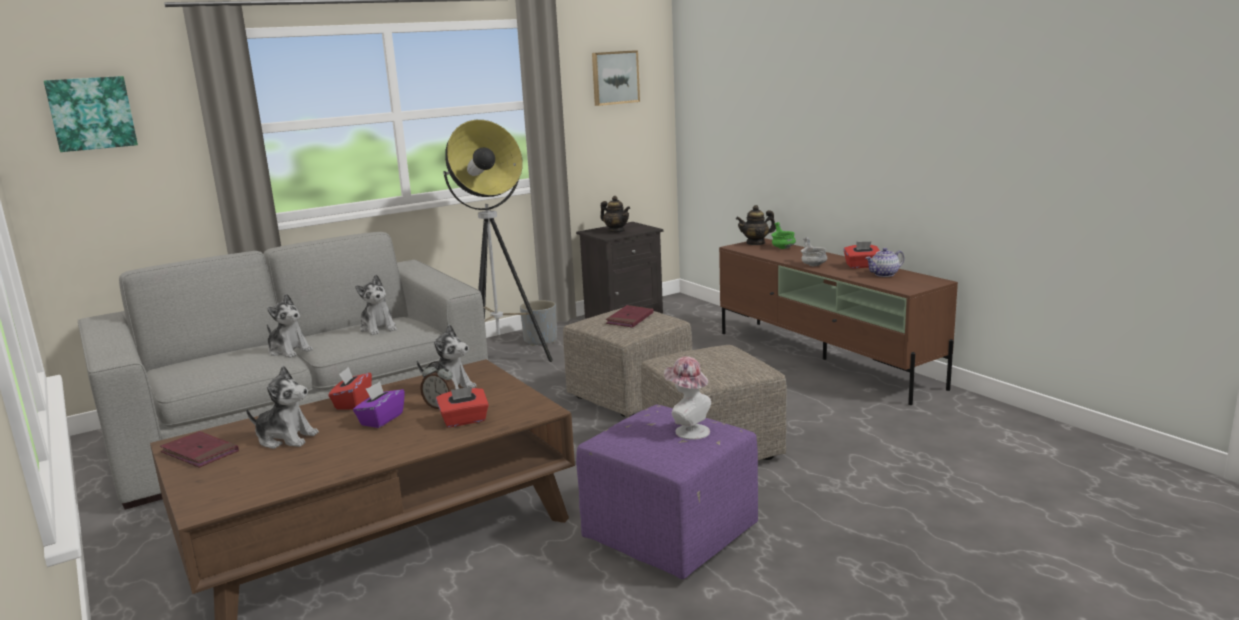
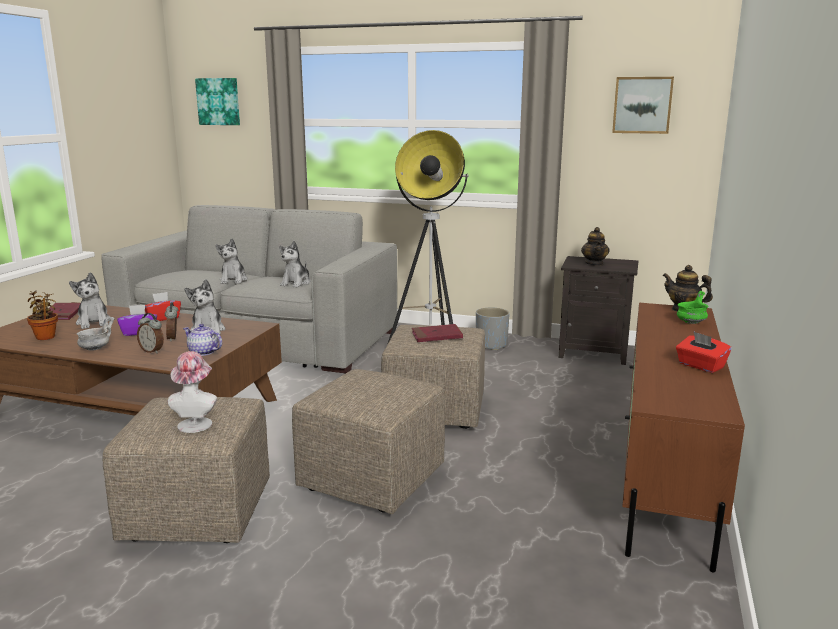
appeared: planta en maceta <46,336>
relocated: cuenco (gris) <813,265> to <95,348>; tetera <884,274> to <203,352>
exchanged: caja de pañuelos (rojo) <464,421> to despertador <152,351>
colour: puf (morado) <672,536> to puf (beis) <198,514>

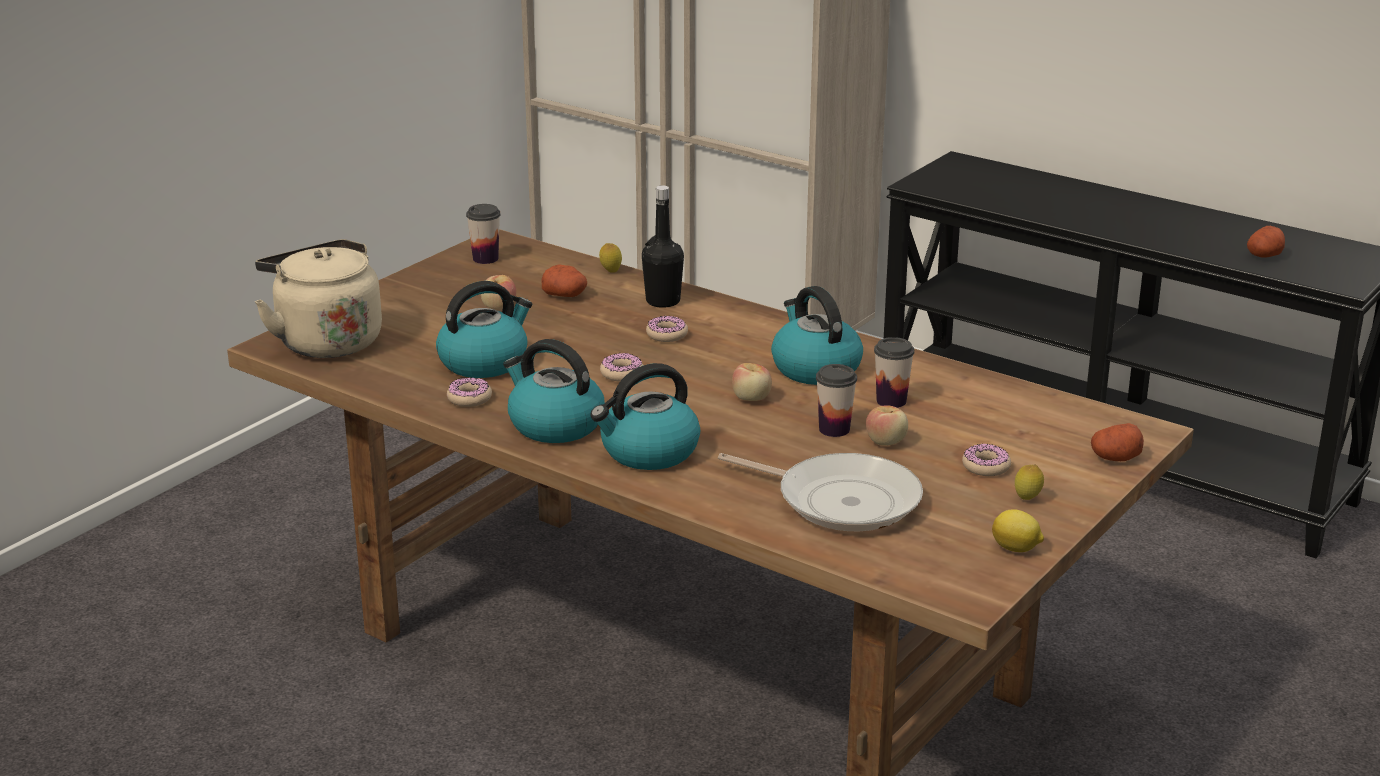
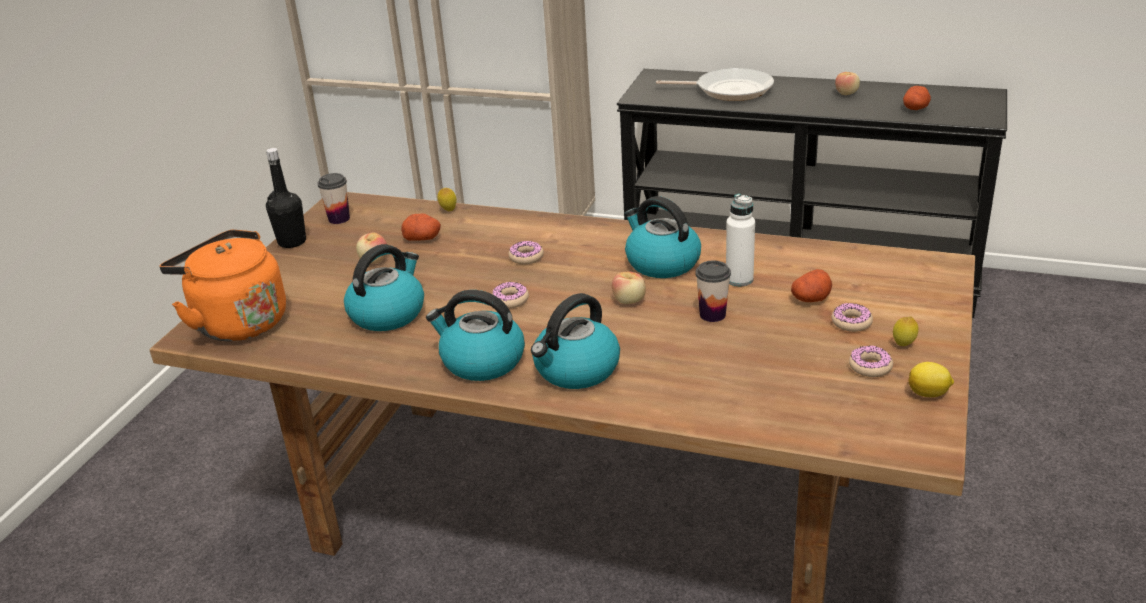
relocated: rosquilla <469,398> to <870,367>; botella (negro) <663,301> to <292,242>; sartén <841,500> to <729,90>; manzana <886,442> to <846,93>; patata <1115,458> to <811,299>
exchanged: taza <891,401> to botella (blanco) <739,279>
colour: hervidor (beis) <325,340> to hervidor (naranja) <237,322>

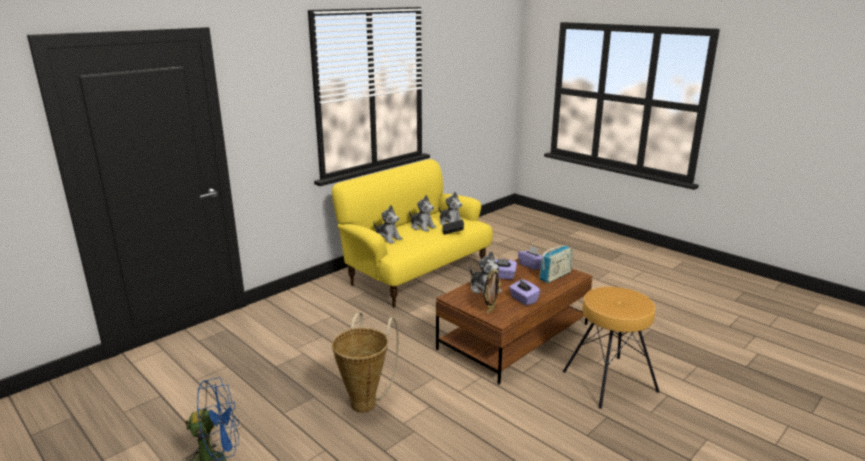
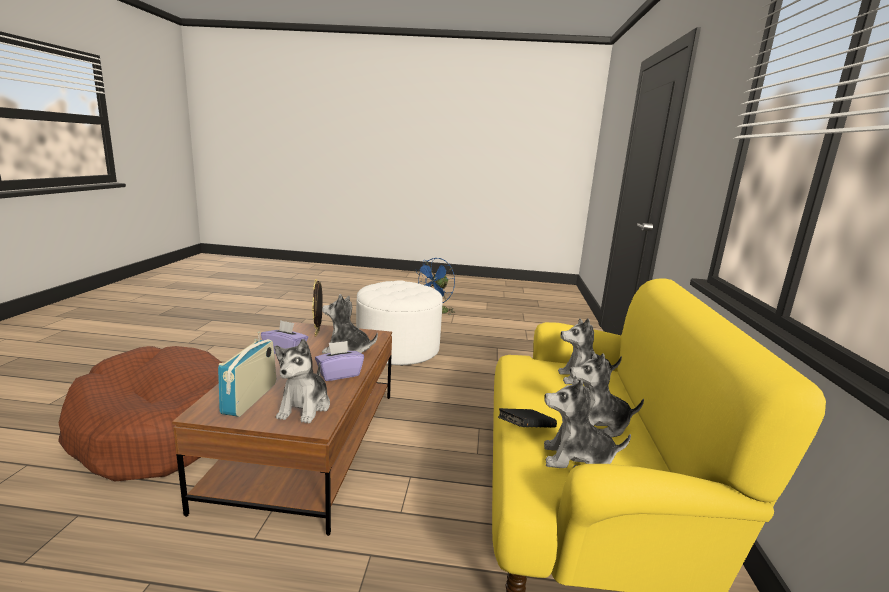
exchanged: cesta <366,401> to puf (blanco) <398,349>; caja de pañuelos (morado) <531,265> to peluche <305,407>; taburete (marrón) <609,381> to cama para perro (marrón) <156,428>

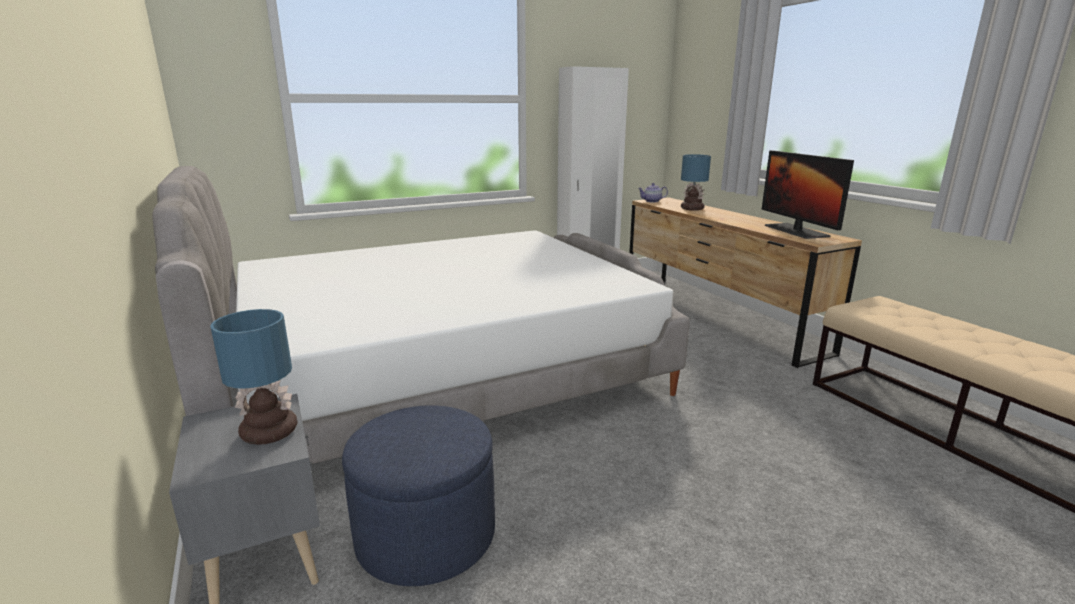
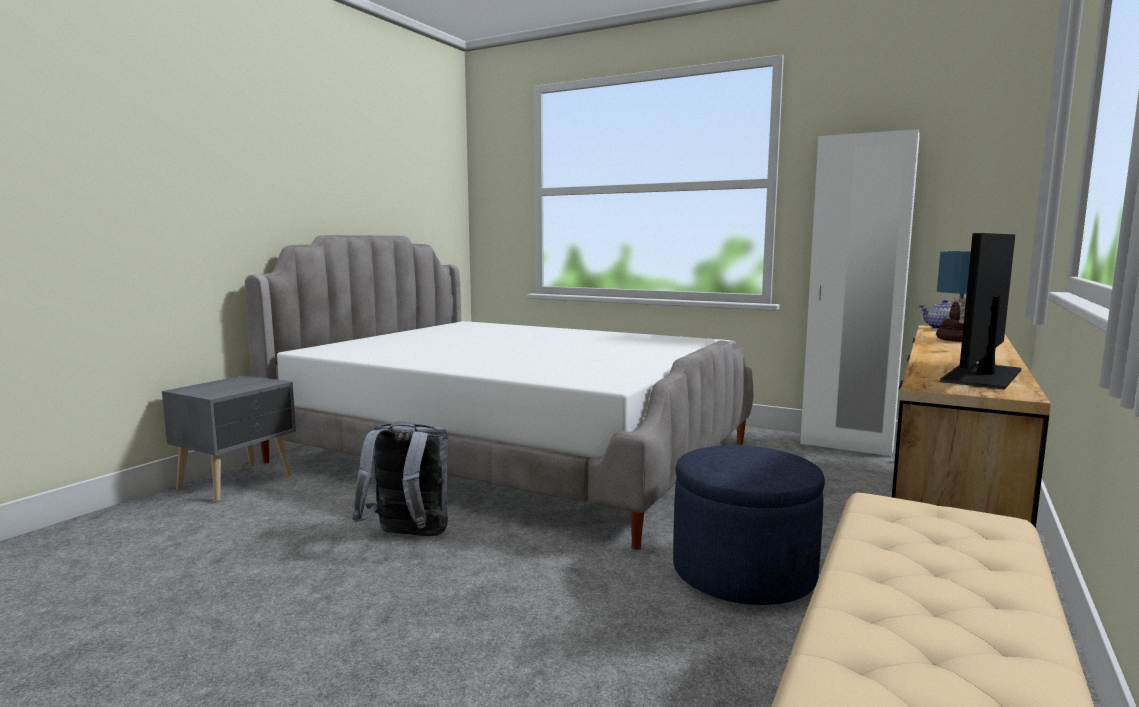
missing: lámpara de mesa <267,433>
appeared: mochila (gris) <408,537>
relocated: puf (azul) <426,535> to <743,573>

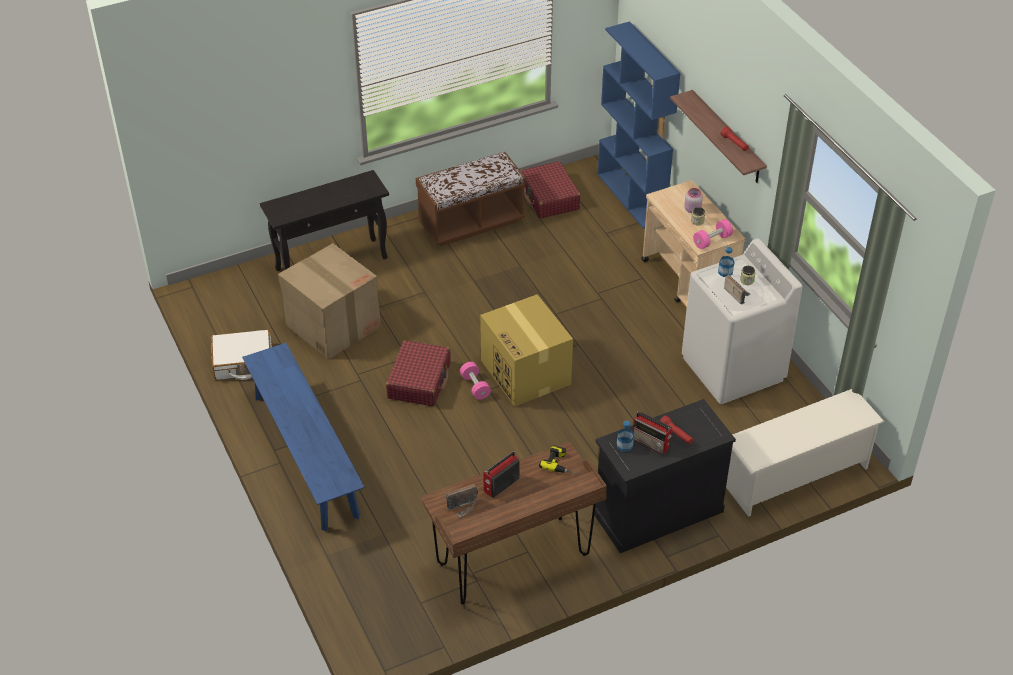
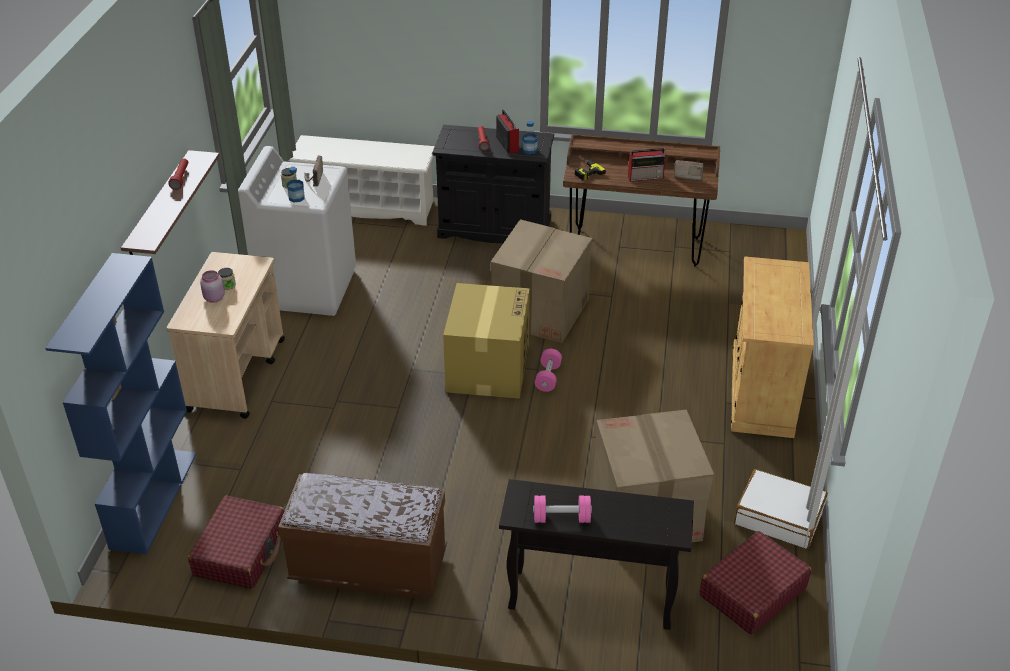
appeared: caja de cartón <541,310>
relocated: maleta (rojo) <419,381> to <752,592>; mancuerna (rosa) <712,241> to <561,518>
exchanged: banco (azul) <305,455> to armario (beis) <761,391>

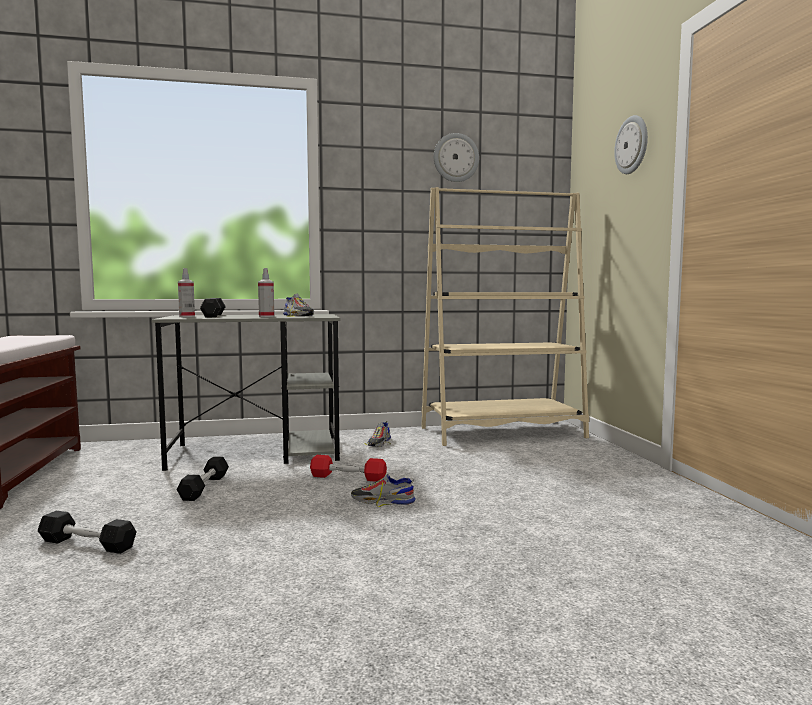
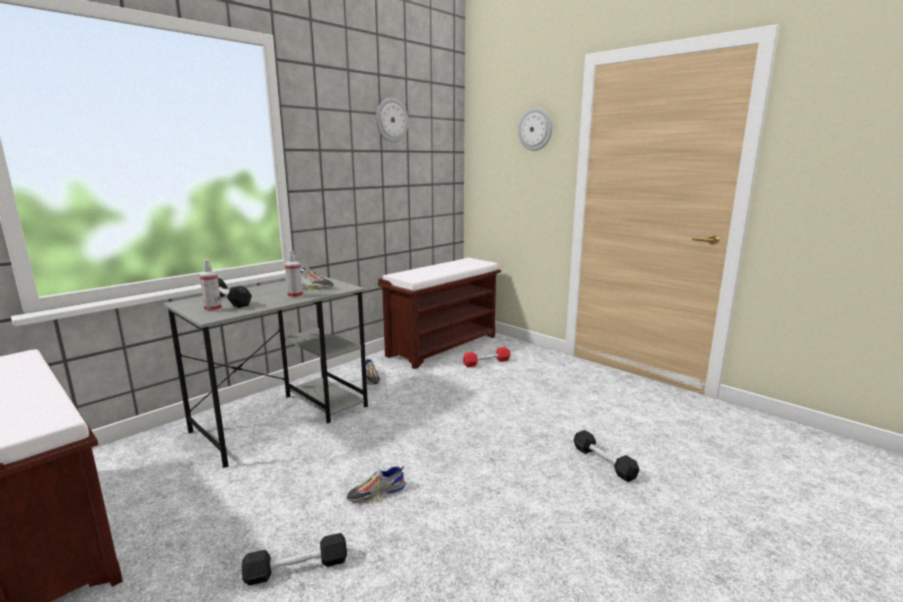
relocated: mancuerna (negro) <204,487> to <603,462>; mancuerna (rojo) <348,477> to <486,362>; zapato <382,500> to <376,493>
exchanged: estantería (beis) <502,433> to banco (marrón) <443,345>

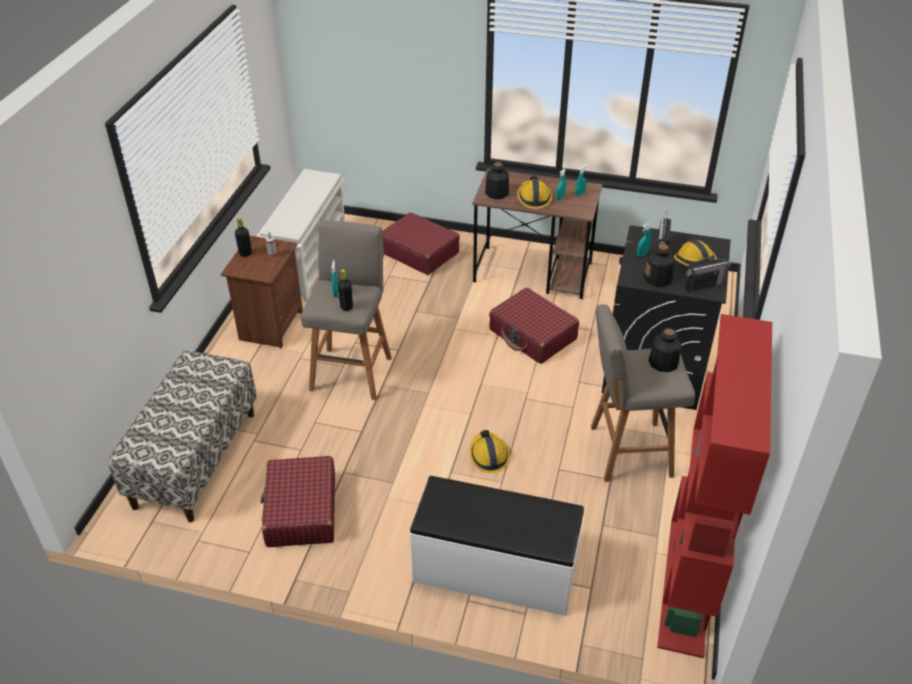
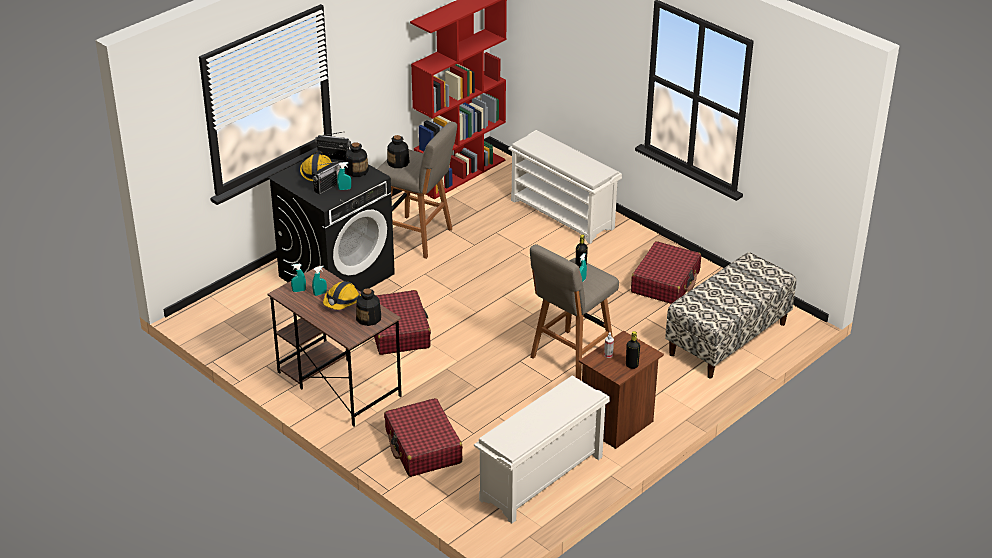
missing: casco <488,455>
exchanged: banco (blanco) <495,571> to zapatero (blanco) <563,214>

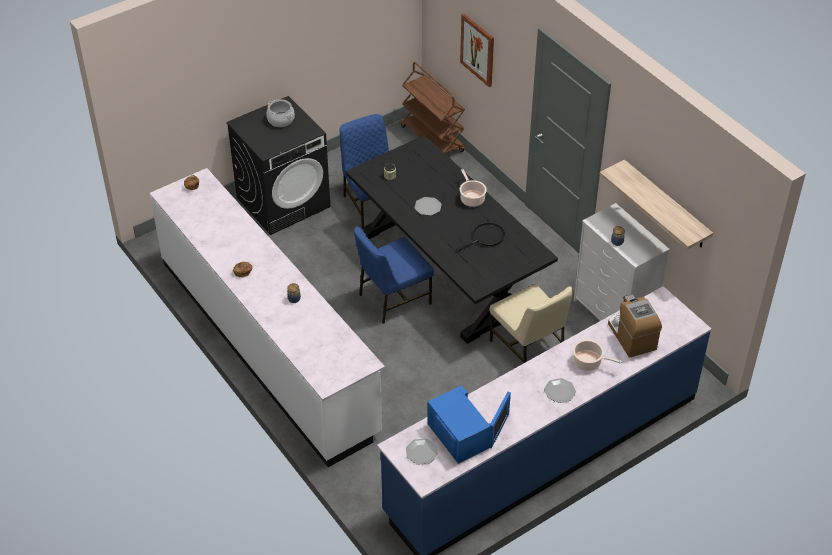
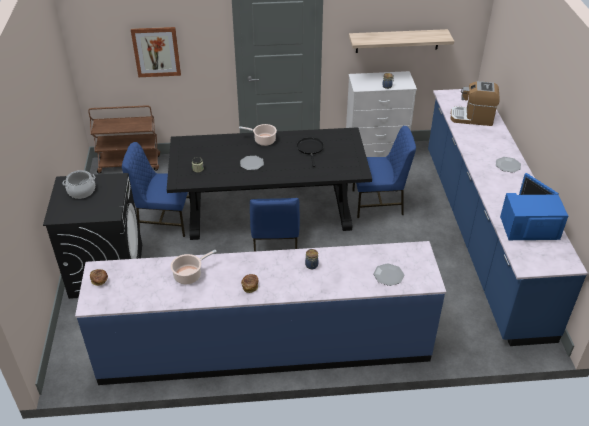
relocated: plato <421,452> to <388,275>; olla <589,362> to <189,275>
colour: mueble bajo de cocina (blanco) <268,345> to mueble bajo de cocina (azul) <265,346>; silla (beis) <528,348> to silla (azul) <378,203>

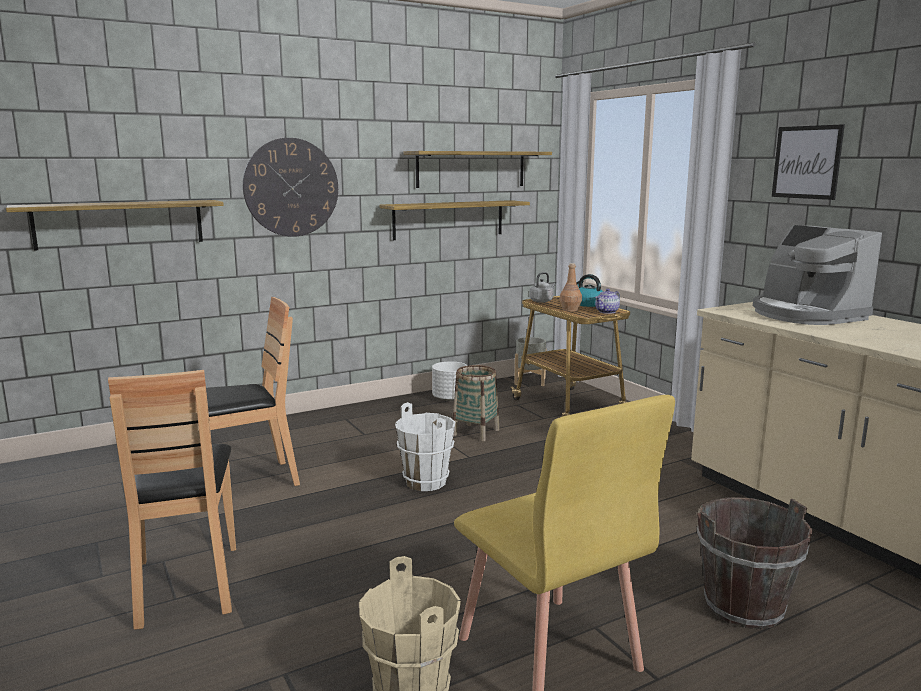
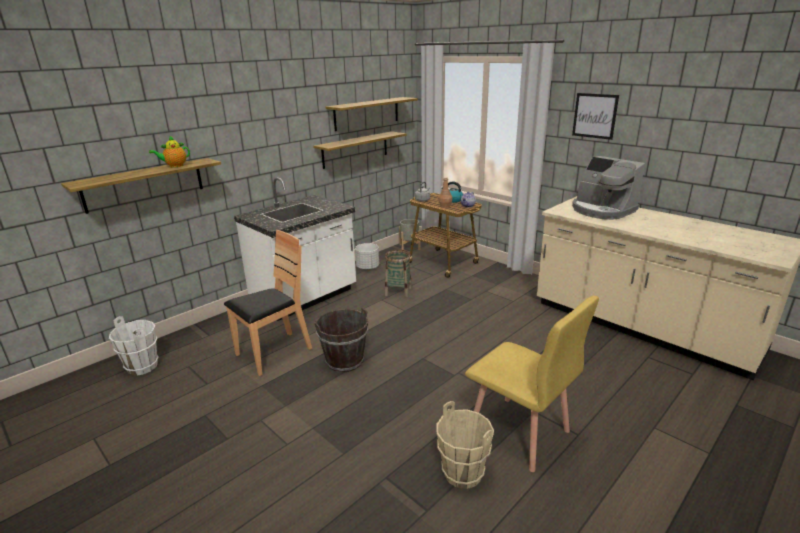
missing: silla (marrón) <186,584>; reloj de pared <291,187>
appeared: tetera <174,166>; mueble bajo de cocina (blanco) <305,298>
relocated: cubo (blanco) <426,482> to <143,366>; cubo (marrón) <744,607> to <345,362>

